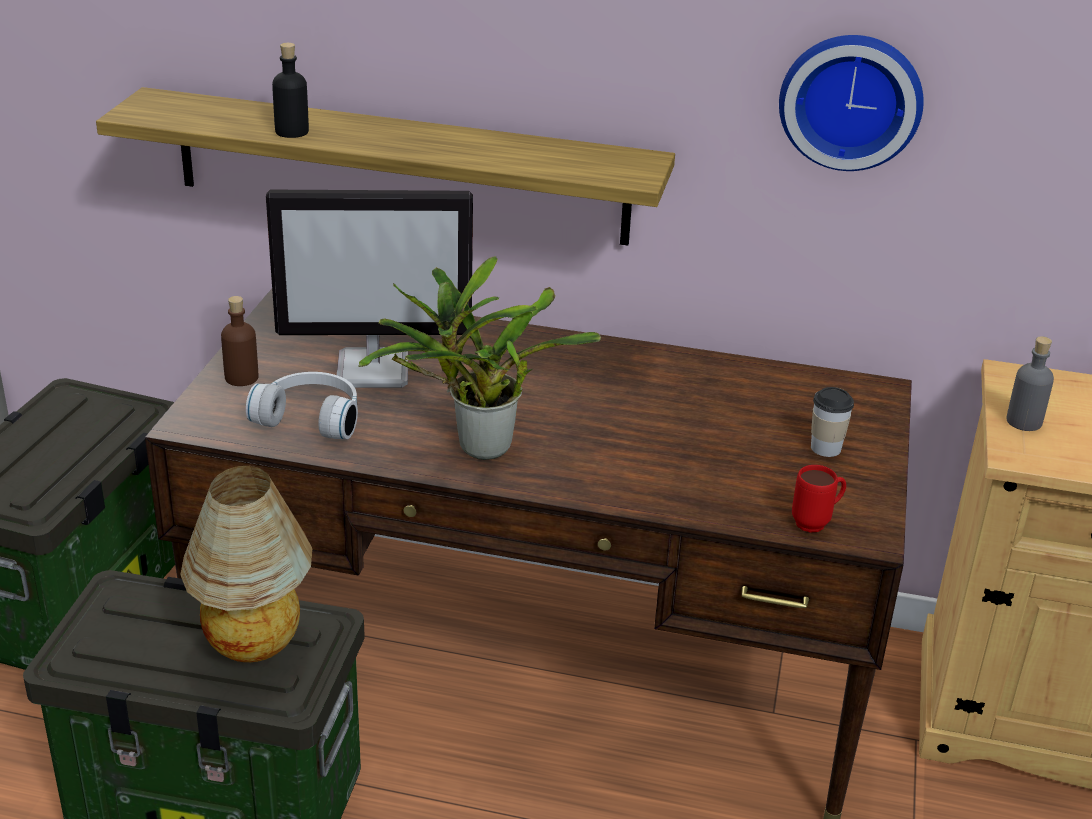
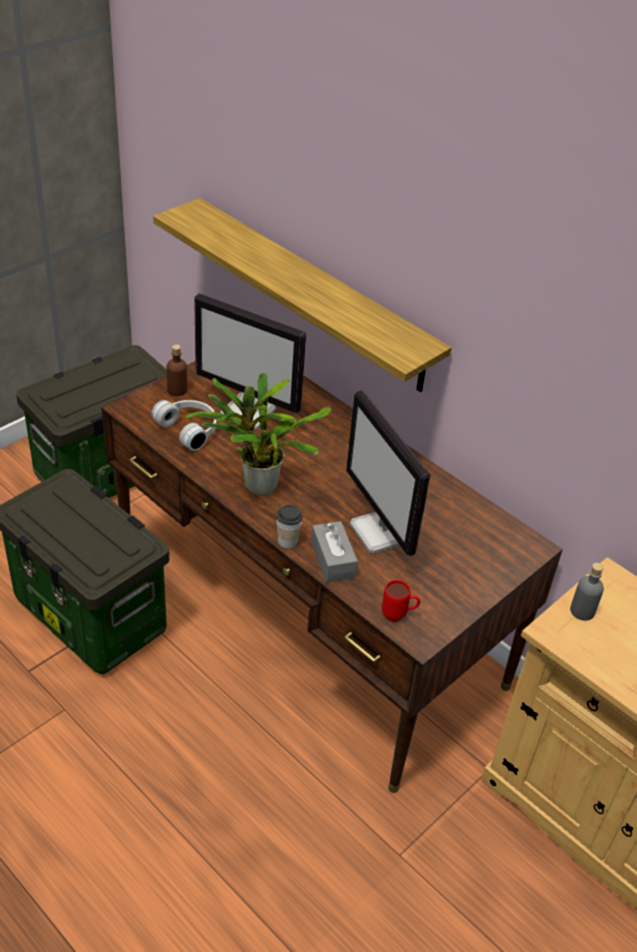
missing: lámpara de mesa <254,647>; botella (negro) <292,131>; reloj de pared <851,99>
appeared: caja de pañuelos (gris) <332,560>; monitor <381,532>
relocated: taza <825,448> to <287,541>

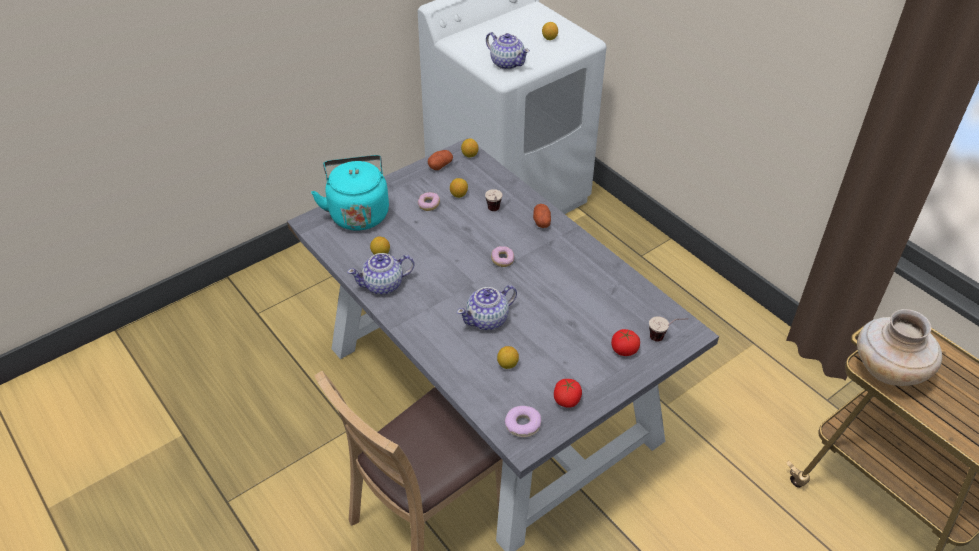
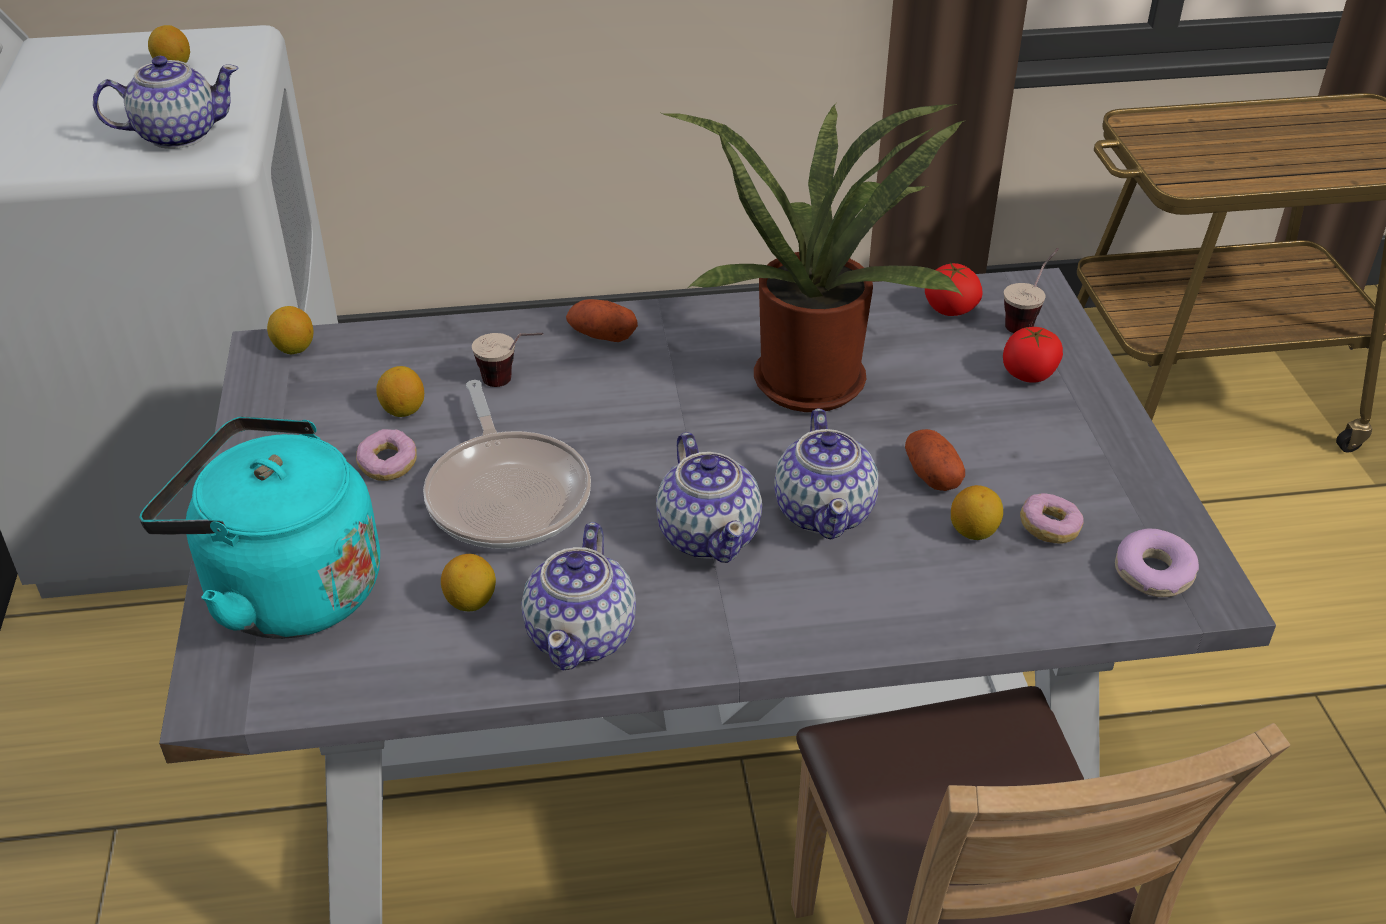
missing: florero (beis) <888,370>
appeared: sartén <507,494>; tetera <709,534>; planta en maceta <813,376>
relocated: patata <440,165> to <932,475>; rosquilla <502,260> to <1049,529>; tomate <567,400> to <950,309>

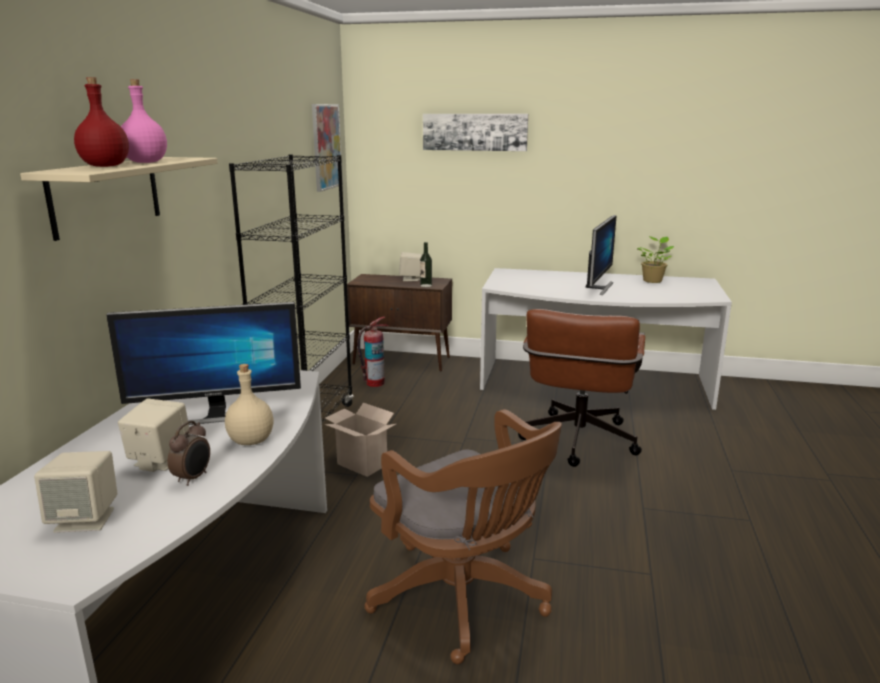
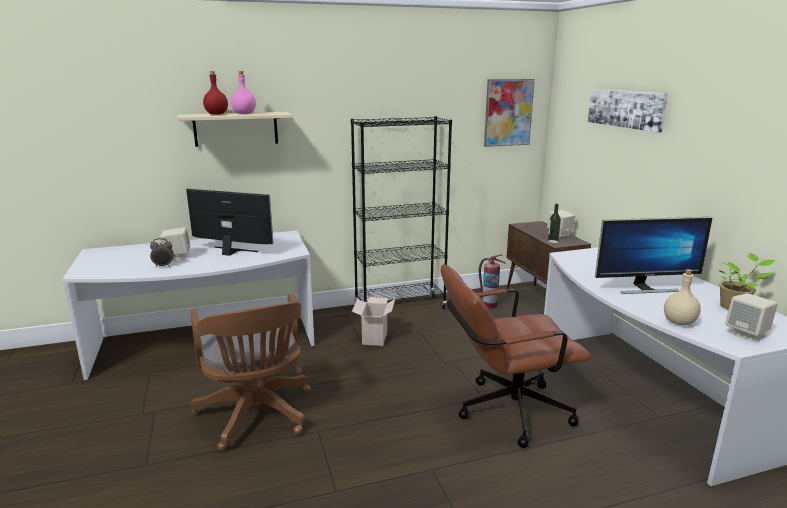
relocated: altavoz (beis) <86,519> to <747,334>; botella (beis) <251,441> to <678,322>
spun: monitor <216,415> = <232,251> 150 degrees clockwise; silla de oficina (marrón) <464,600> = <257,416> 45 degrees counterclockwise

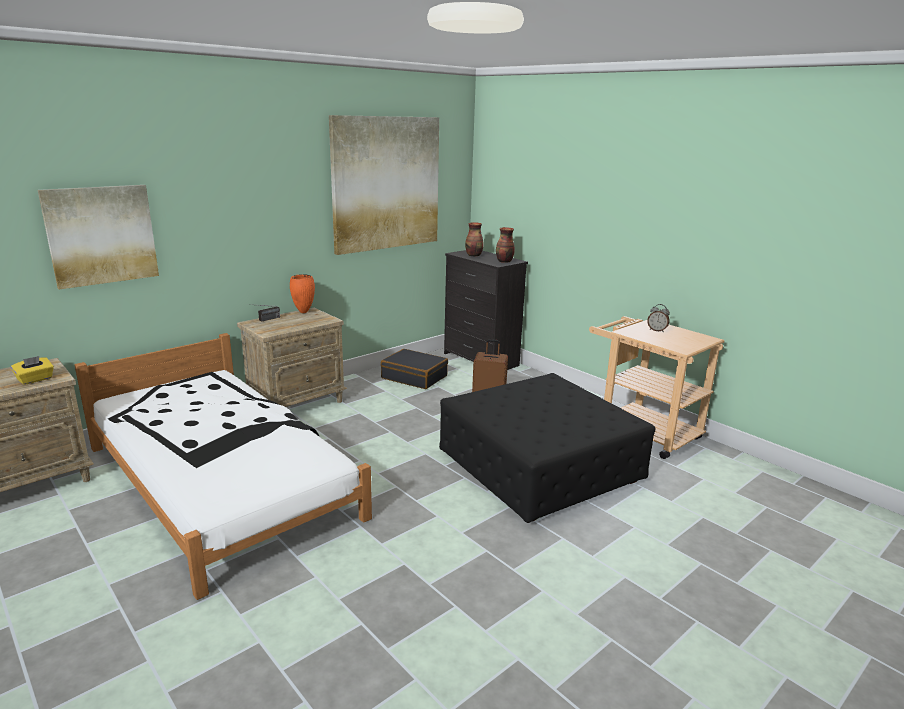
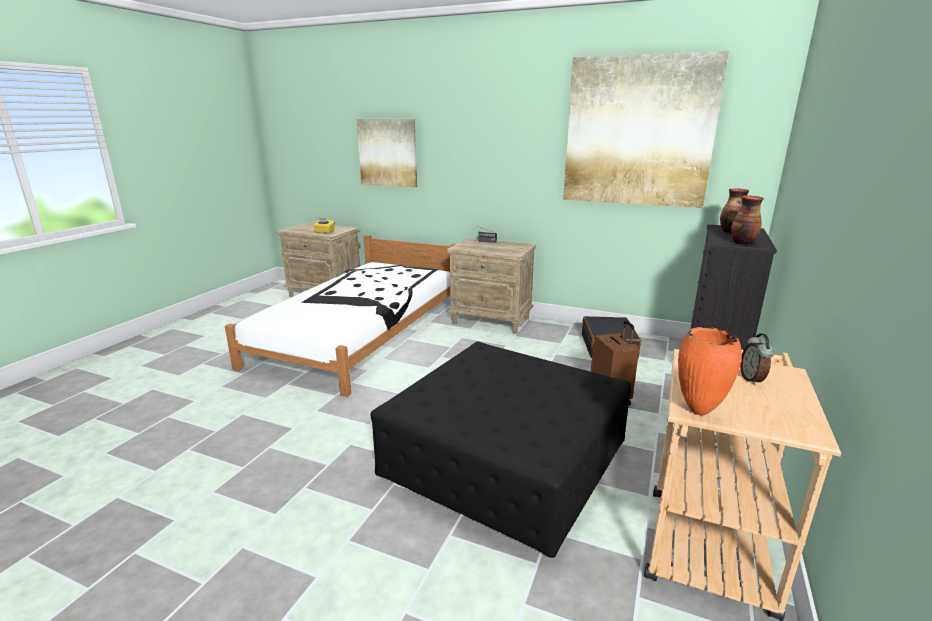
relocated: florero (naranja) <303,312> to <697,412>

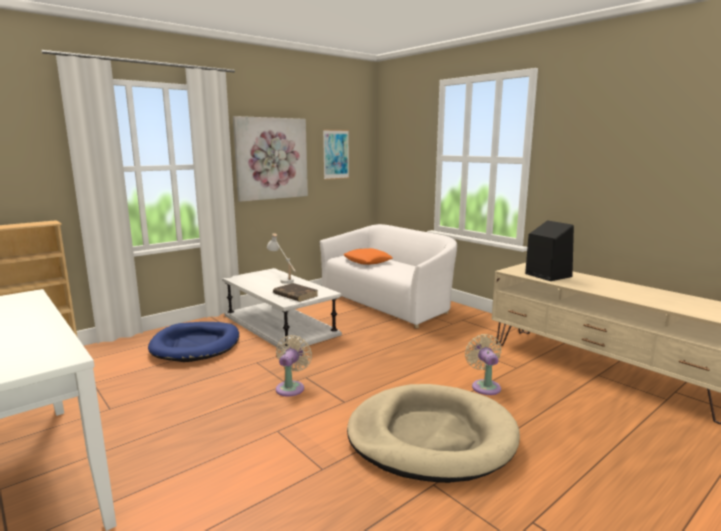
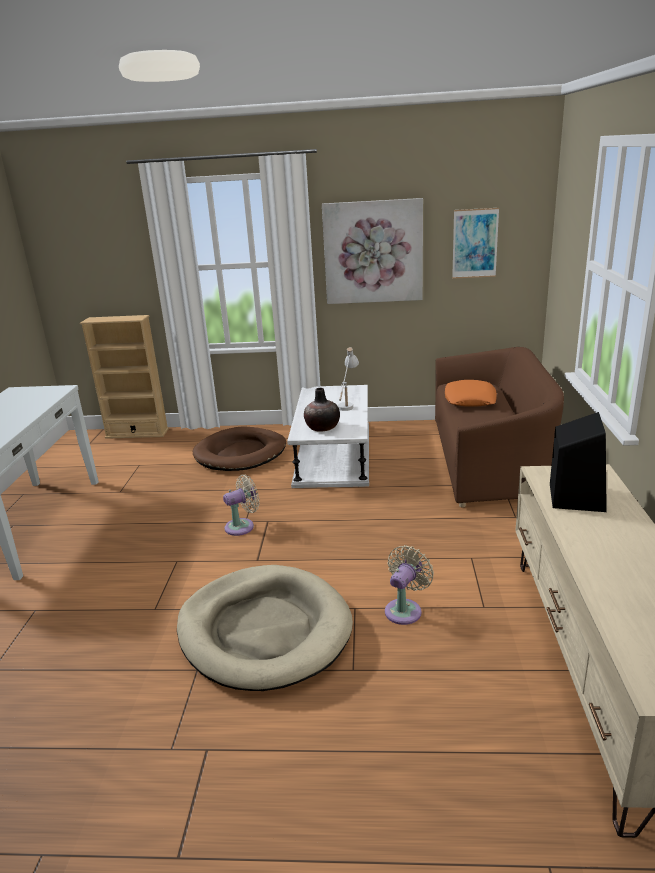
exchanged: libro (marrón) <295,295> to florero <322,427>
colour: cama para perro (azul) <196,345> to cama para perro (marrón) <241,453>; sofá (blanco) <388,302> to sofá (marrón) <489,460>

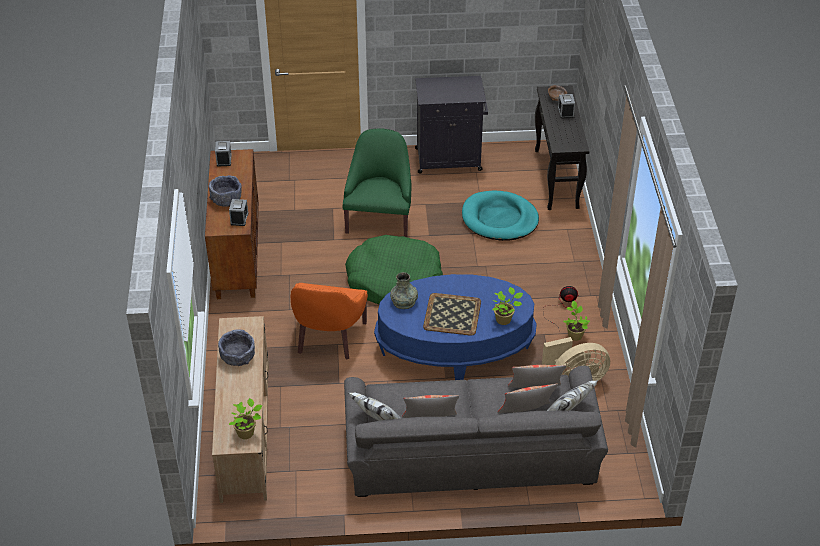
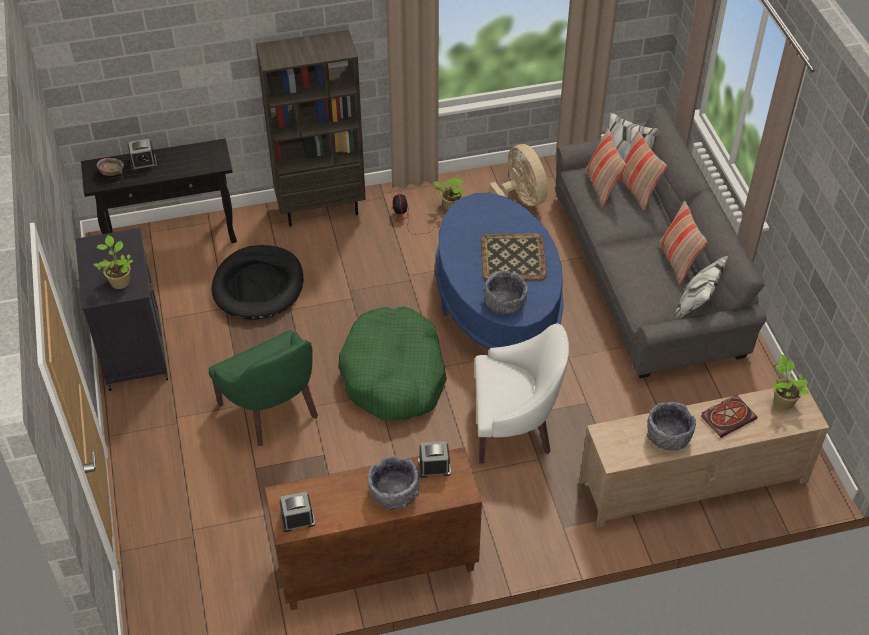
appeared: estantería (marrón) <321,208>; libro <728,416>
relocated: planta en maceta <504,319> to <119,281>
exchanged: florero (gris) <404,302> to cuenco (gris) <504,303>
colour: sillón (naranja) <328,338> to sillón (blanco) <514,427>; cama para perro (turquesa) <499,219> to cama para perro (negro) <258,286>
spun: sillón (verde) <379,219> = <273,409> 120 degrees counterclockwise

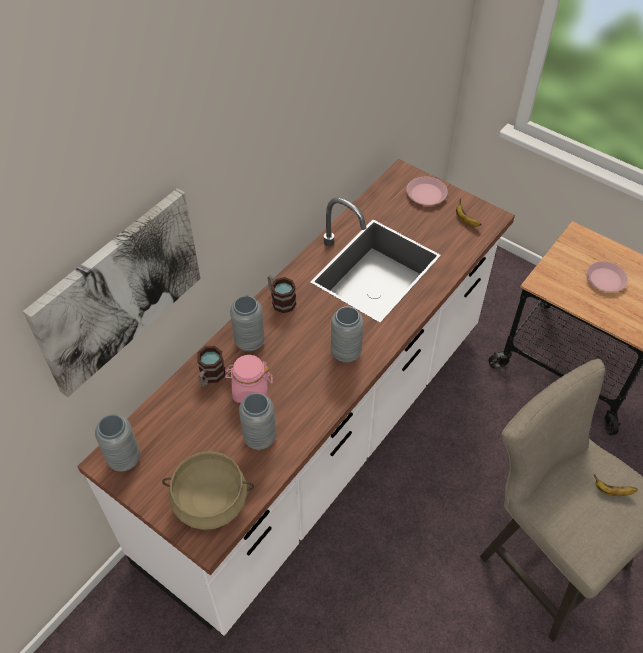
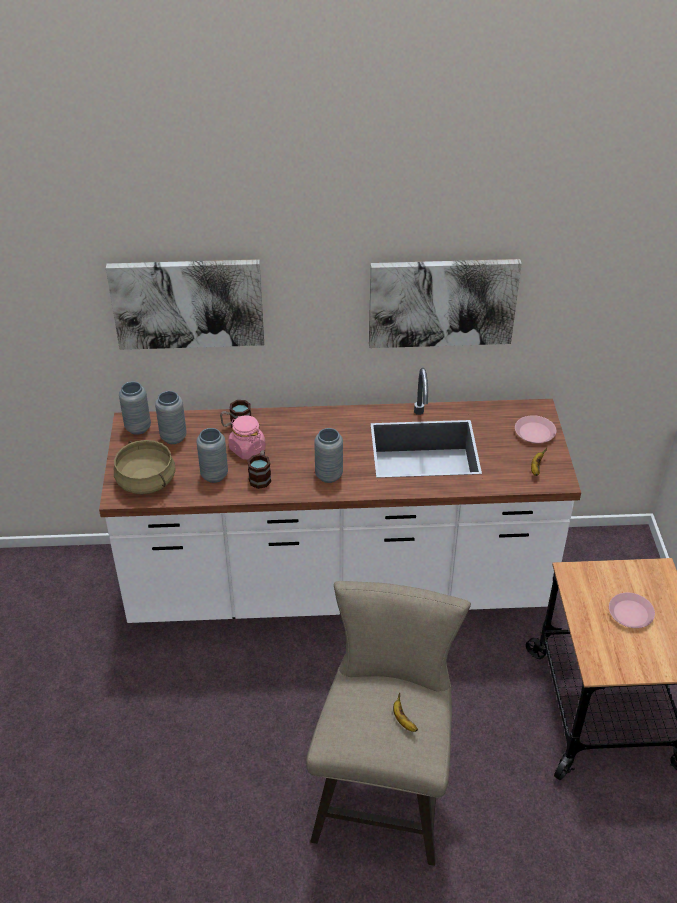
appeared: cuadro <442,302>
relocated: florero (gris) <249,342> to <173,437>; taza grande <280,300> to <261,477>

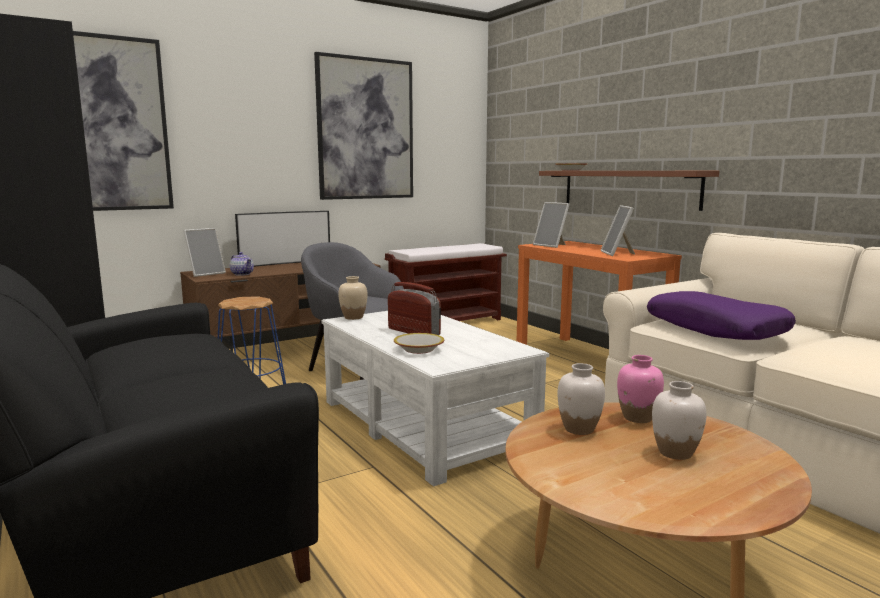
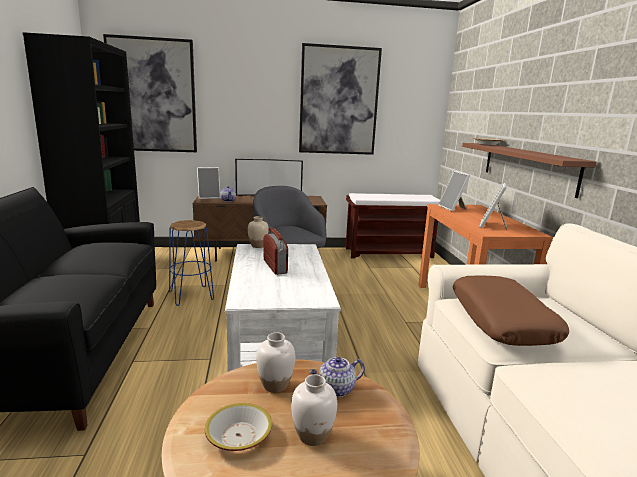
relocated: cuenco <418,349> to <238,436>
exchanged: florero (rosa) <638,418> to tetera <336,389>
colour: cojín (morado) <715,329> to cojín (marrón) <502,320>

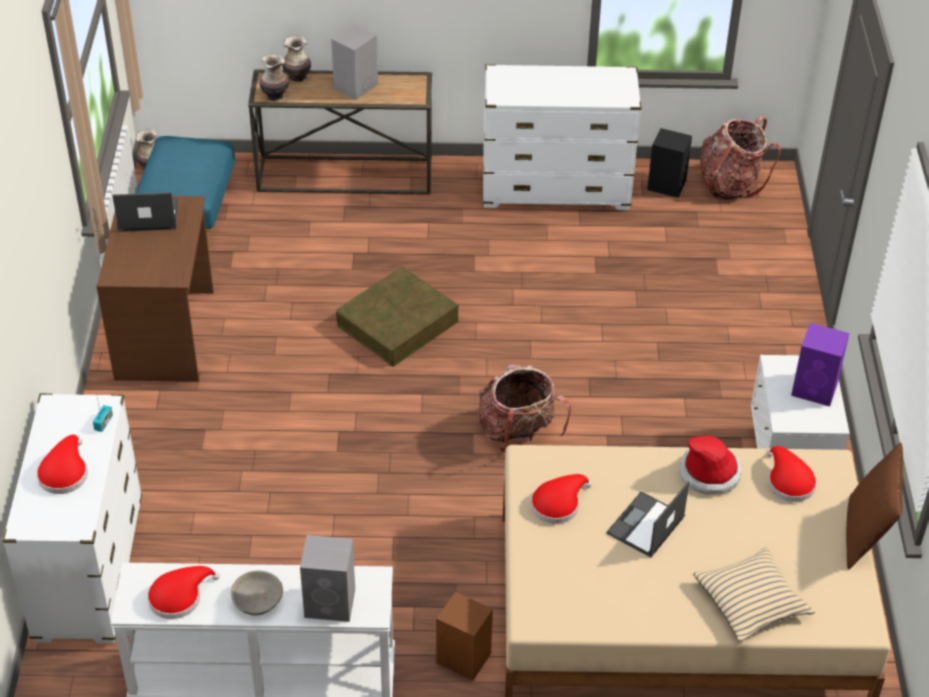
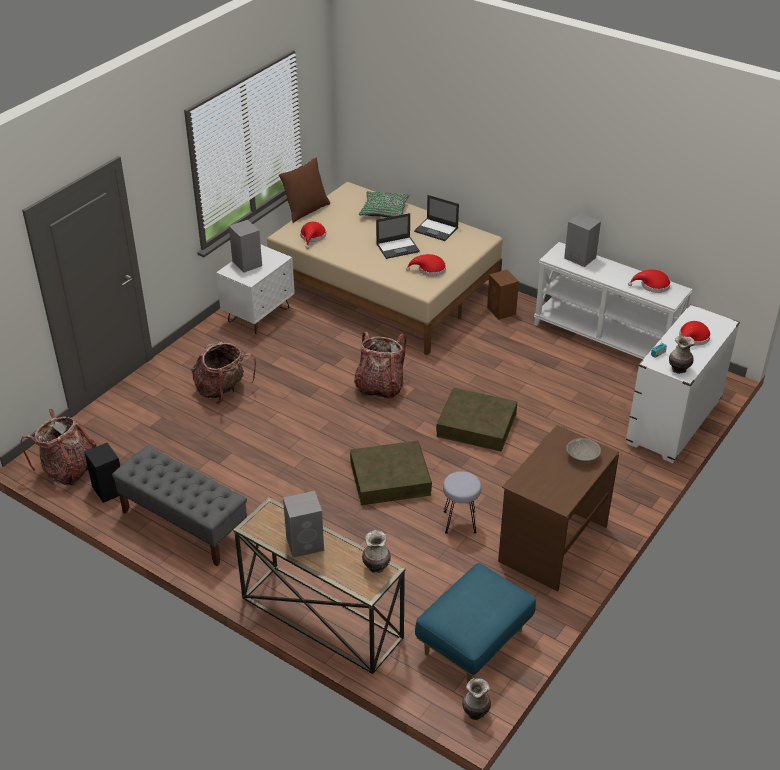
missing: sombrero <709,473>
appeared: mochila <223,390>; caja de almacenaje (marrón) <476,425>; taburete (gris) <460,521>
relocated: portátil <147,216> to <436,230>; cuenco (gris) <257,600> to <582,456>; florero <298,77> to <678,369>
exchanged: cómoda (blanco) <556,189> to banco (gris) <184,524>
colour: cojín (beis) <751,601> to cojín (verde) <384,210>; altavoz (morado) <815,389> to altavoz (gris) <246,263>

